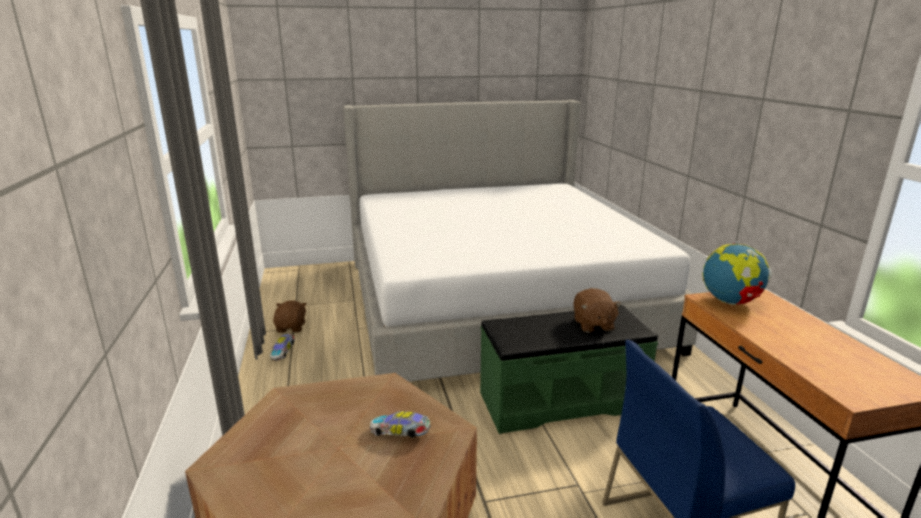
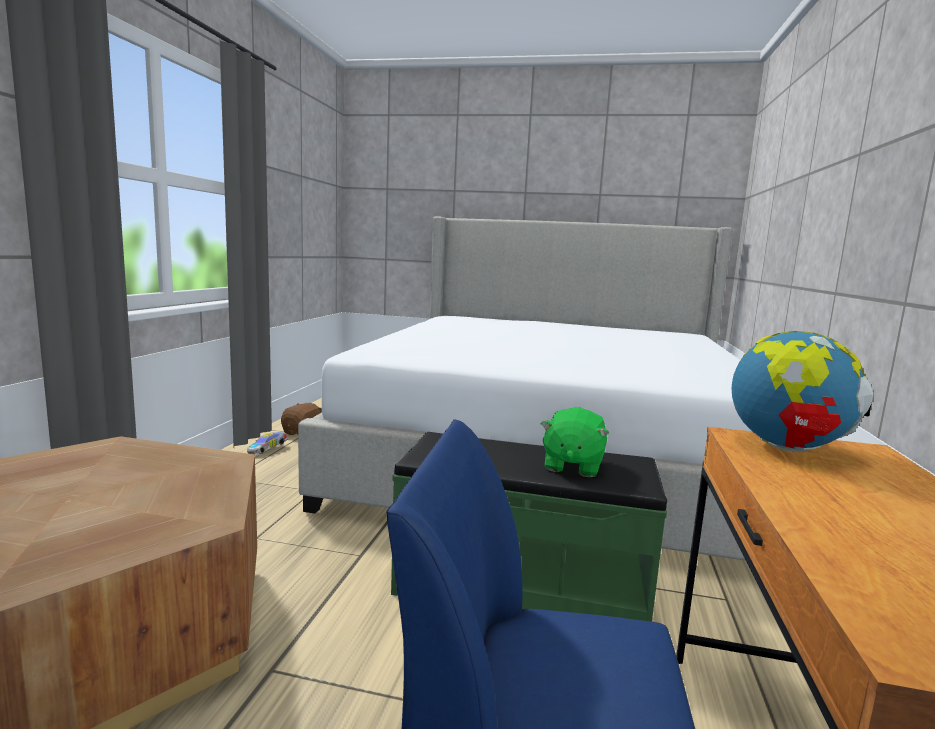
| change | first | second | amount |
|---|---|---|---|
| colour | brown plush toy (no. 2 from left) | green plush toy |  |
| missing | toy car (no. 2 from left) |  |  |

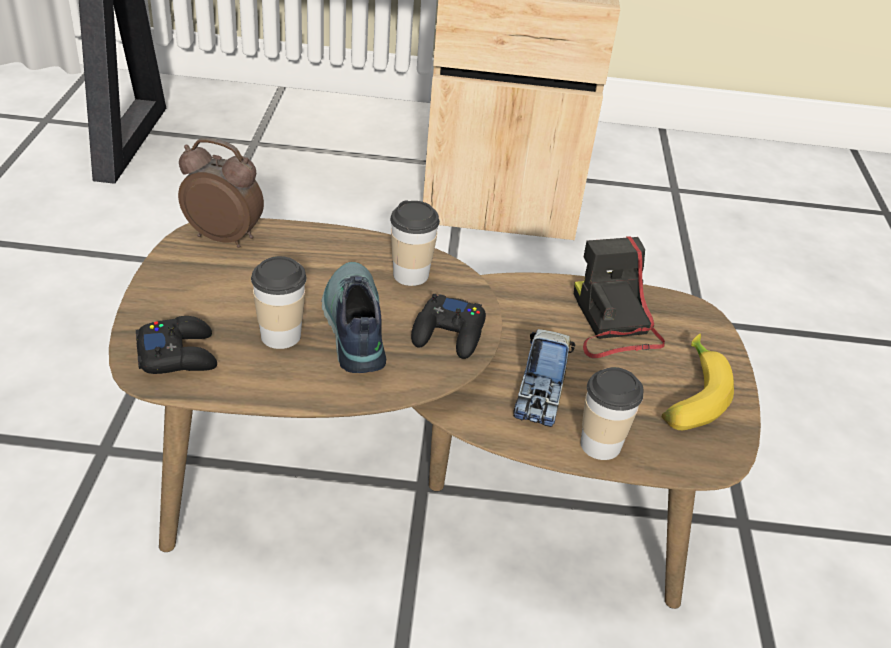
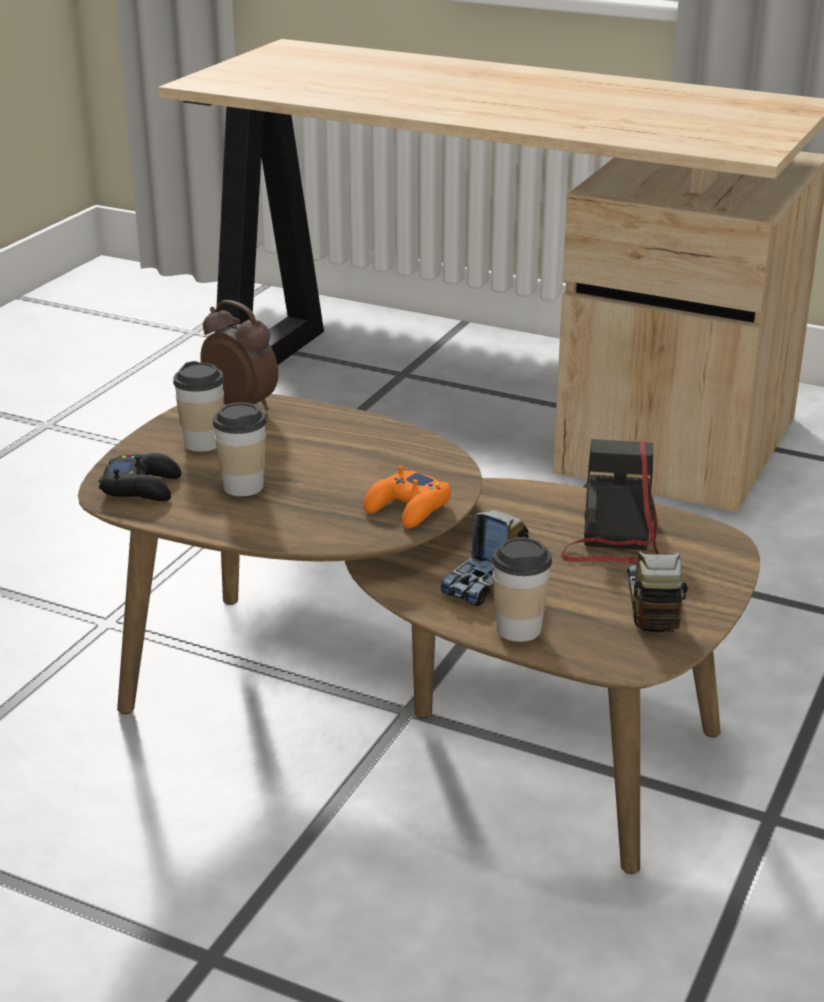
| change | first | second | amount |
|---|---|---|---|
| relocated | cup (no. 2 from left in the first image) | cup (no. 1 from left) |  |
| missing | shoe |  |  |
| colour | black game controller (no. 2 from left) | orange game controller |  |
| exchanged | banana | toy truck (no. 2 from left) |  |

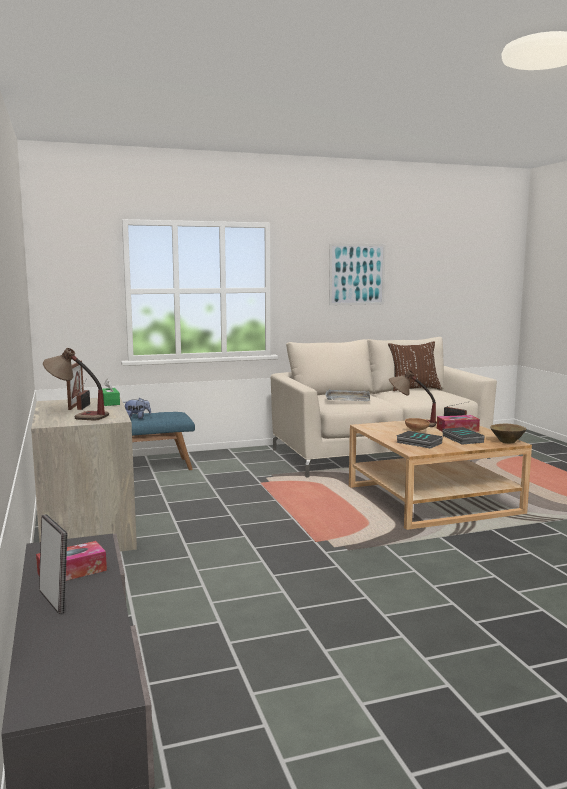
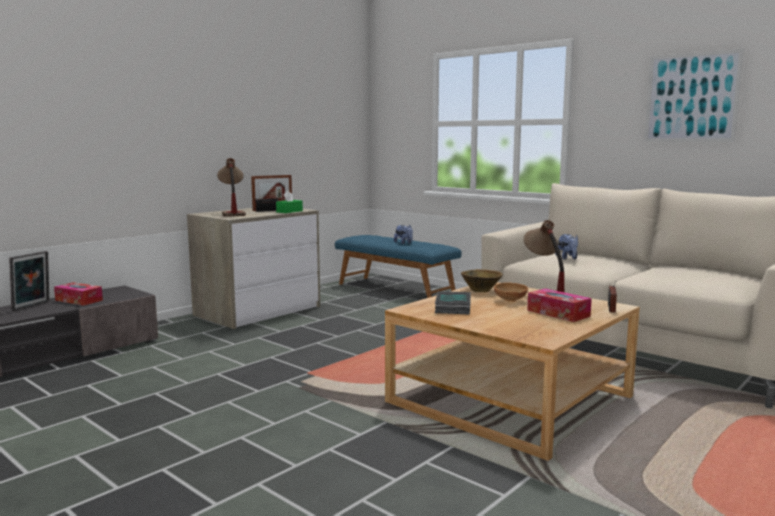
| change | first | second | amount |
|---|---|---|---|
| missing | brown pillow |  |  |
| exchanged | grey tray | plush toy (no. 2 from left) |  |
| relocated | brown bowl (no. 2 from left in the first image) | brown bowl (no. 1 from left) |  |
| missing | book (no. 2 from left) |  |  |

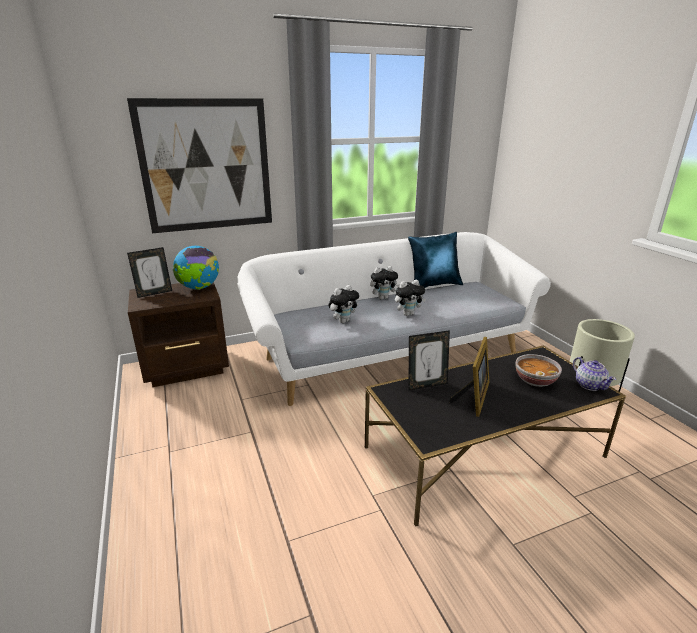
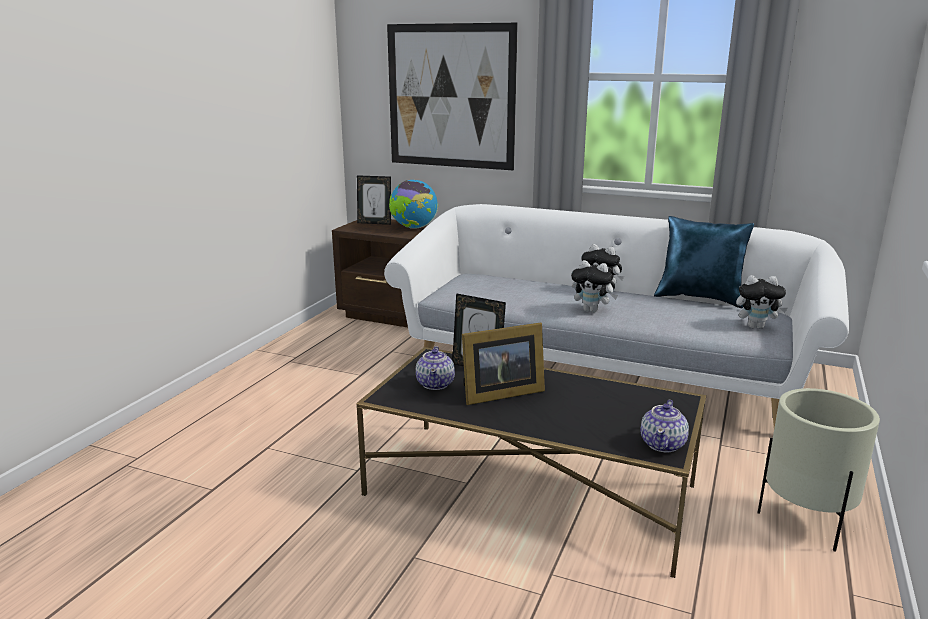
| change | first | second | amount |
|---|---|---|---|
| relocated | plush toy (no. 1 from left in the first image) | plush toy (no. 3 from left) |  |
| missing | bowl |  |  |
| appeared |  | teapot (no. 1 from left) |  |

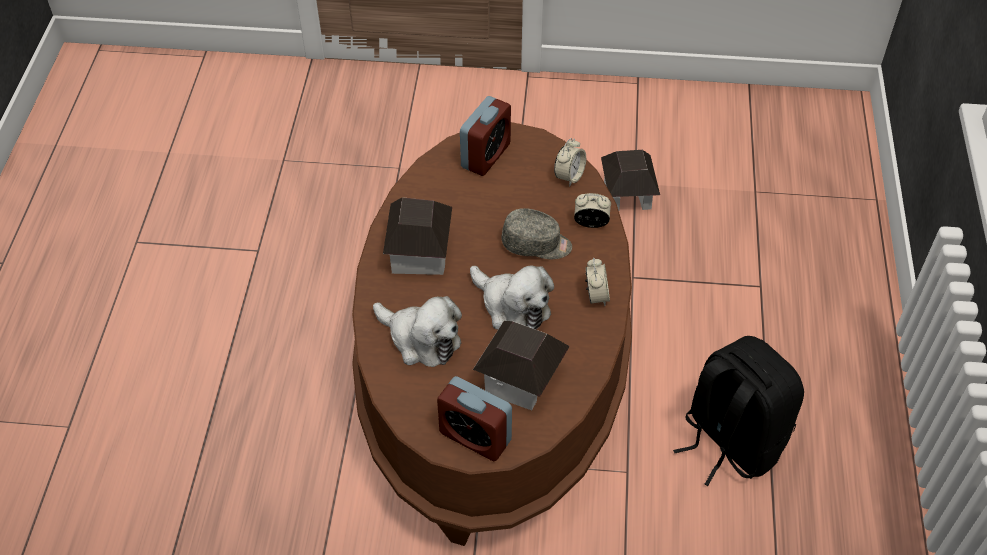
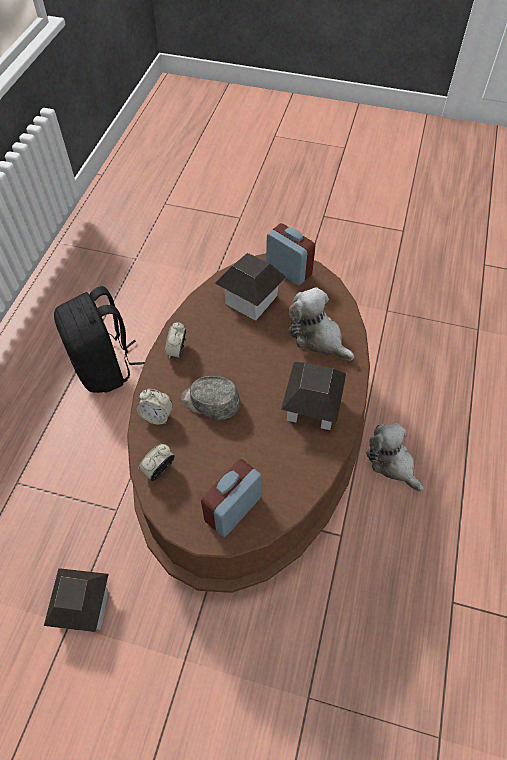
| change | first | second | amount |
|---|---|---|---|
| relocated | plush toy (no. 2 from left) |  |  |

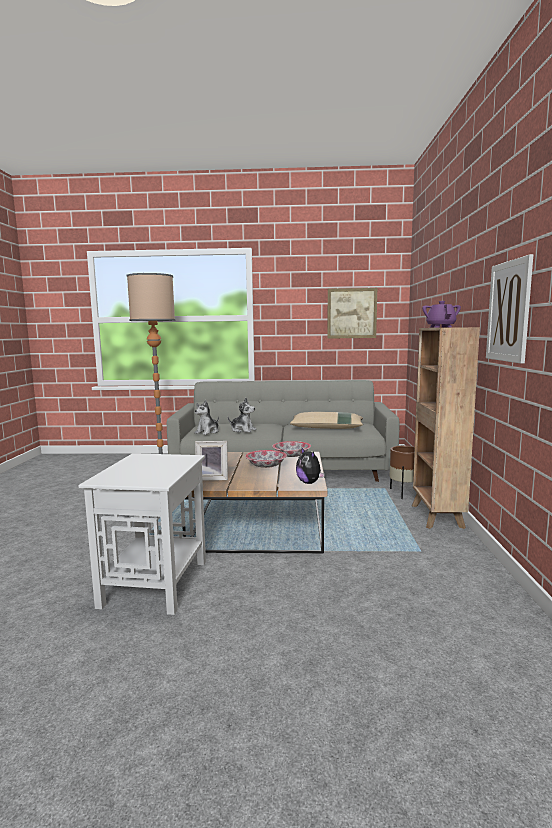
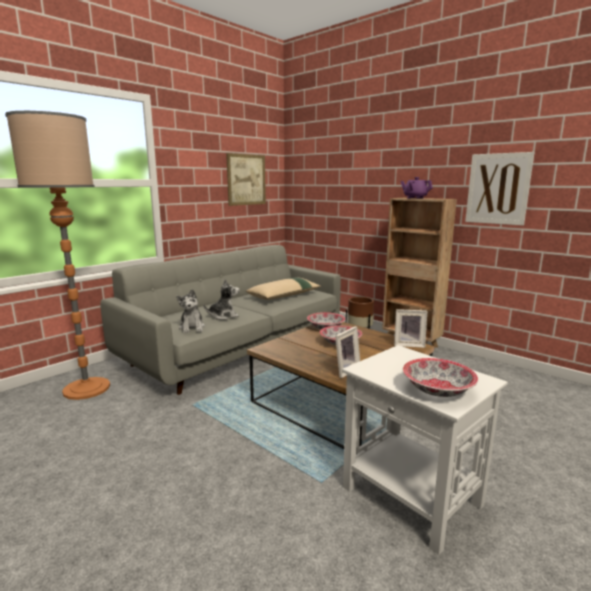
| change | first | second | amount |
|---|---|---|---|
| exchanged | plush toy (no. 3 from left) | picture frame (no. 2 from left) |  |
| appeared |  | bowl (no. 3 from left) |  |

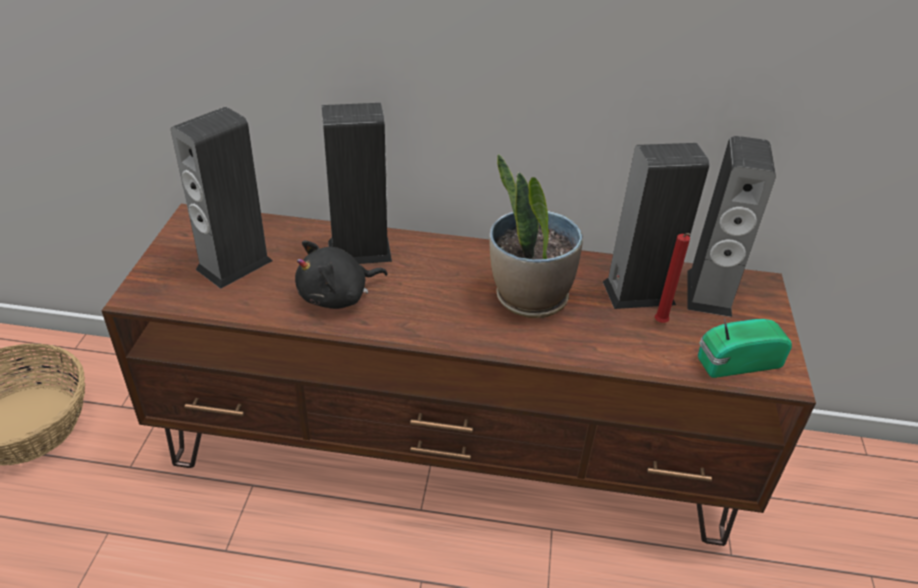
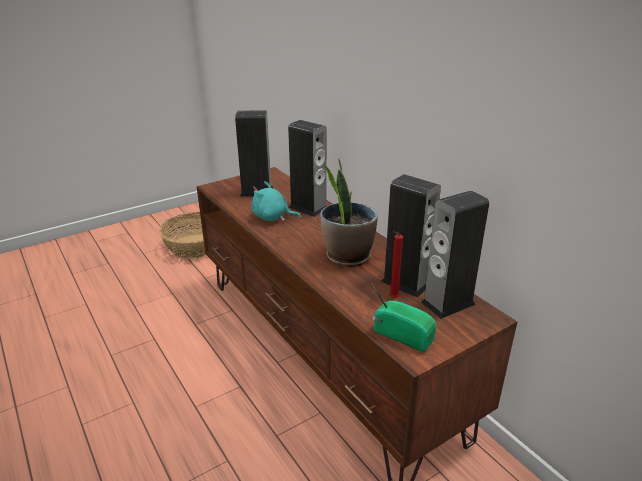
| change | first | second | amount |
|---|---|---|---|
| colour | black plush toy | turquoise plush toy |  |

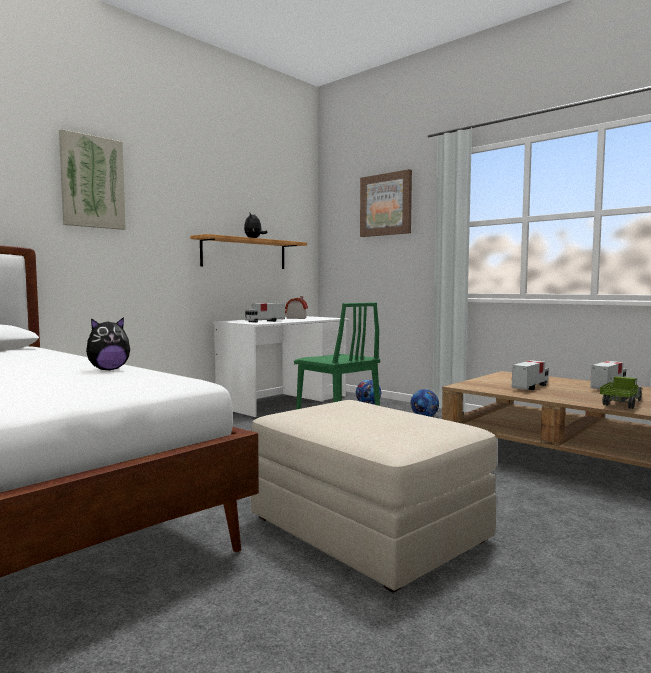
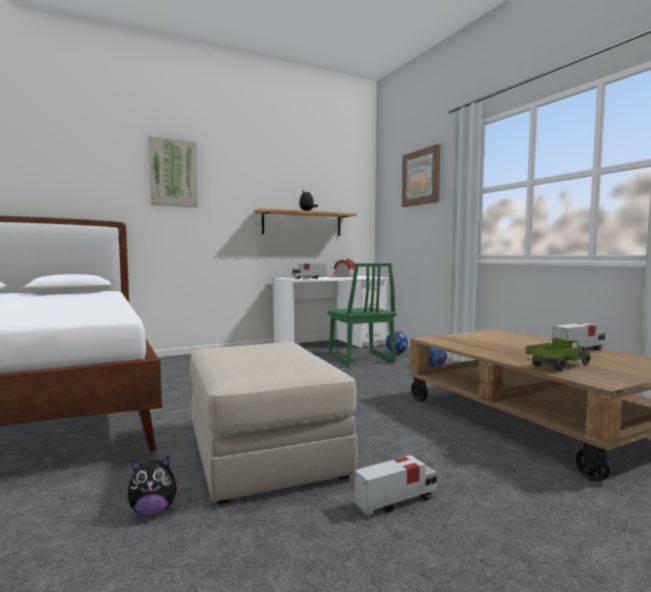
| change | first | second | amount |
|---|---|---|---|
| relocated | plush toy (no. 1 from left) |  |  |
| relocated | toy truck (no. 2 from left) |  |  |

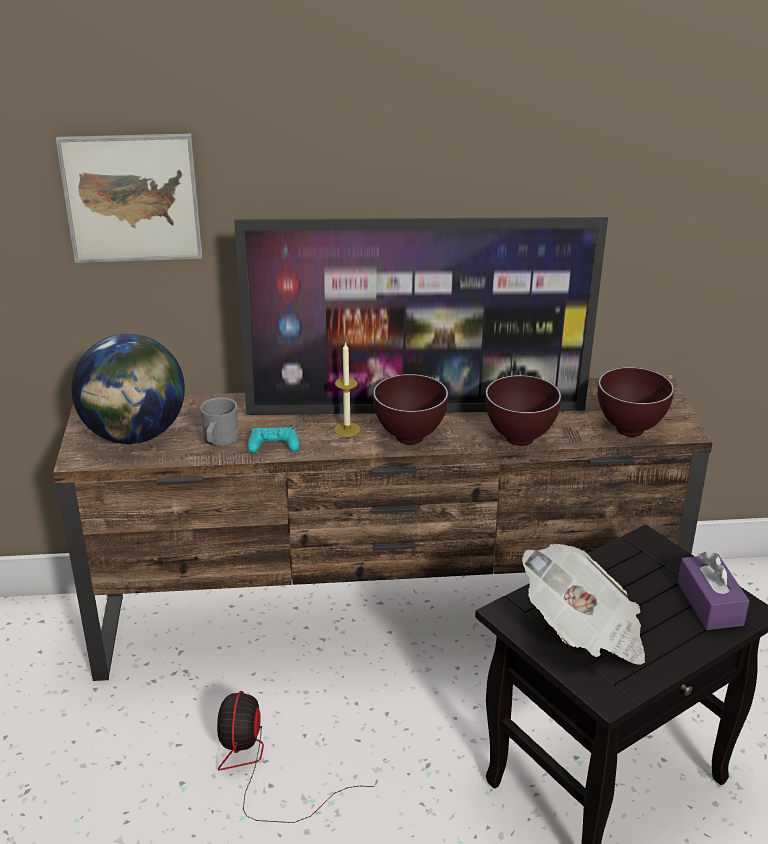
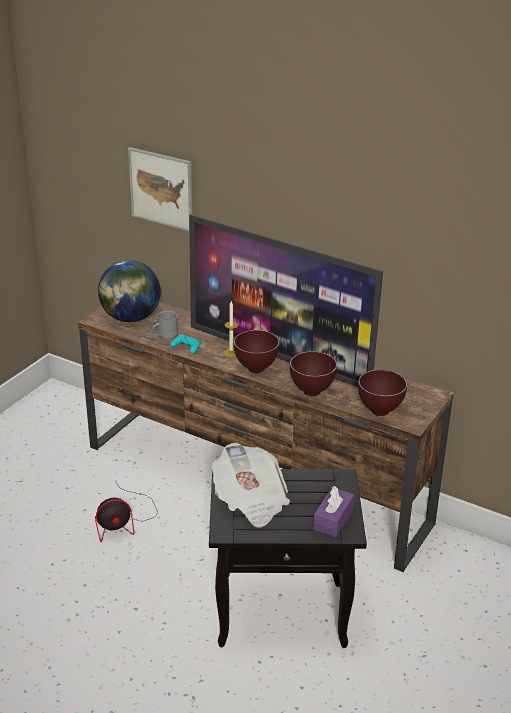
| change | first | second | amount |
|---|---|---|---|
| spun | fan |  | 150 degrees counterclockwise |

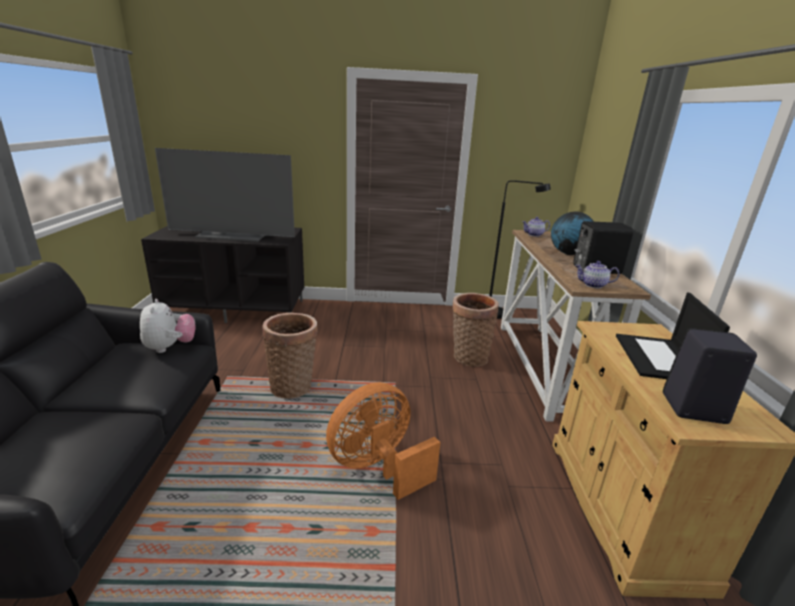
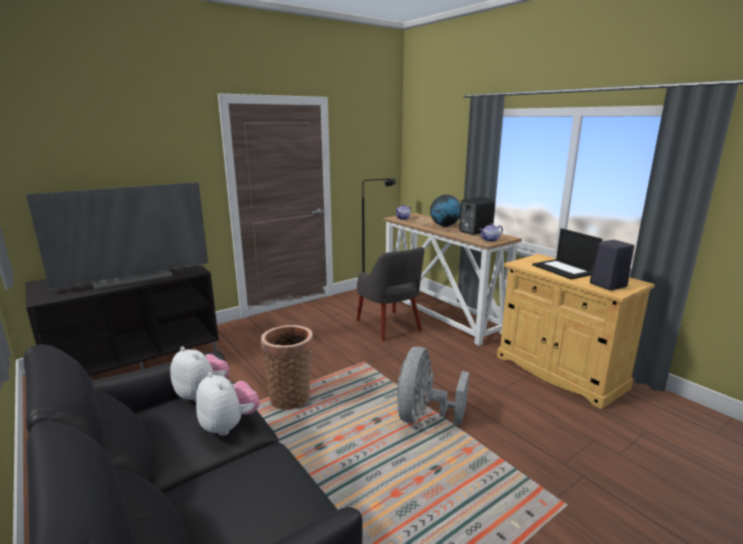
| change | first | second | amount |
|---|---|---|---|
| exchanged | basket (no. 2 from left) | grey armchair |  |
| colour | orange fan | grey fan |  |
| appeared |  | plush toy (no. 2 from left) |  |

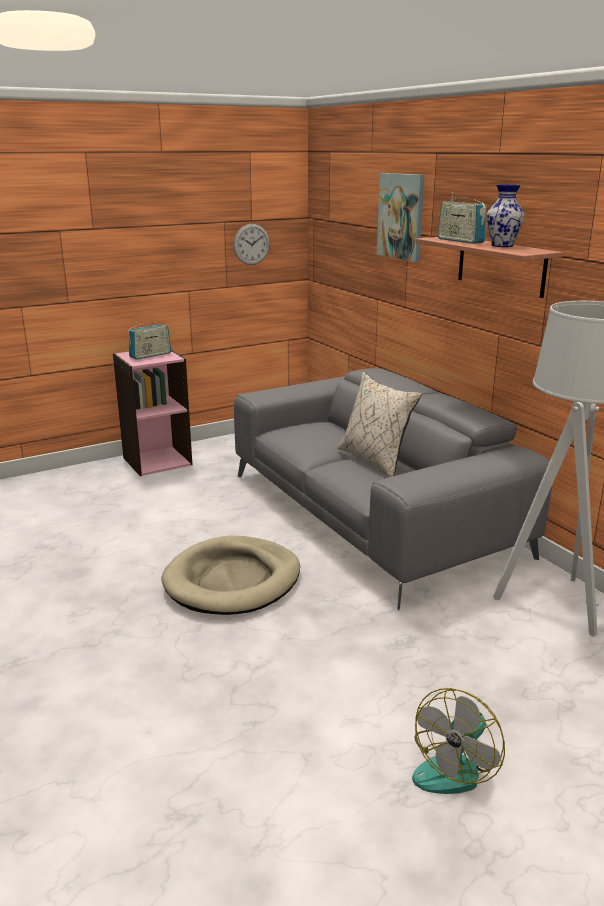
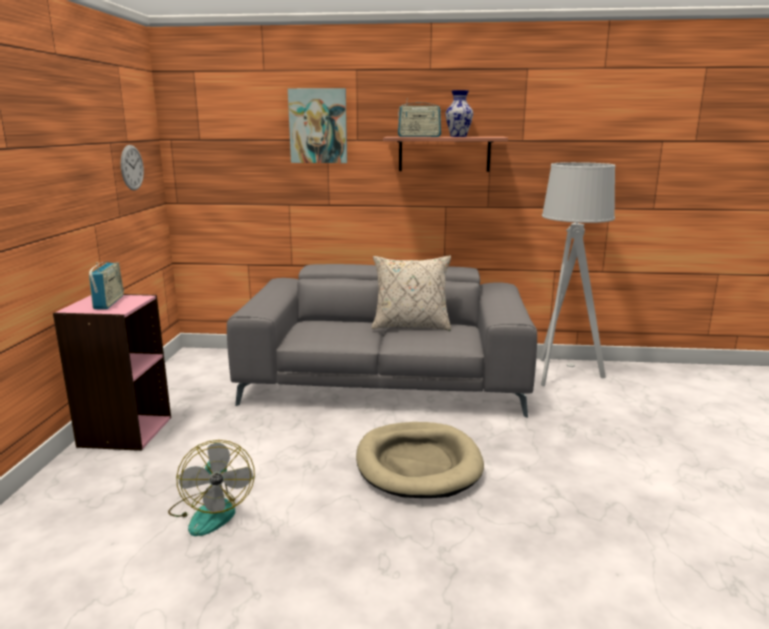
| change | first | second | amount |
|---|---|---|---|
| relocated | fan |  |  |

